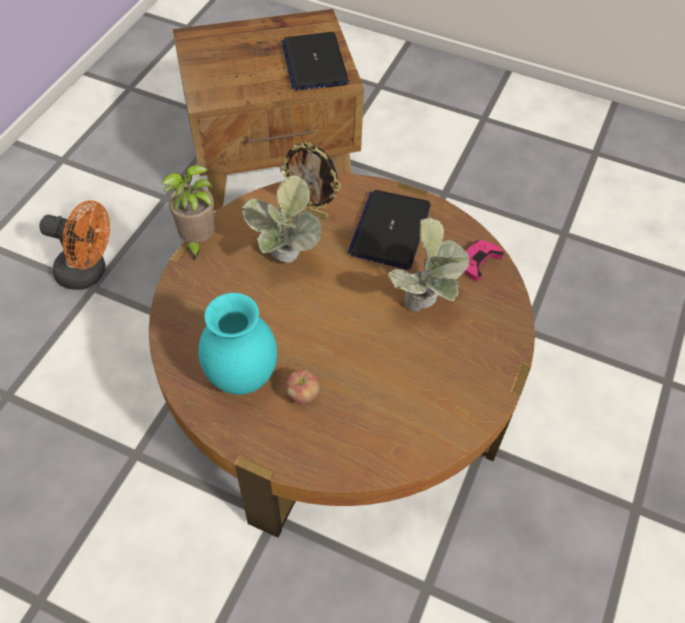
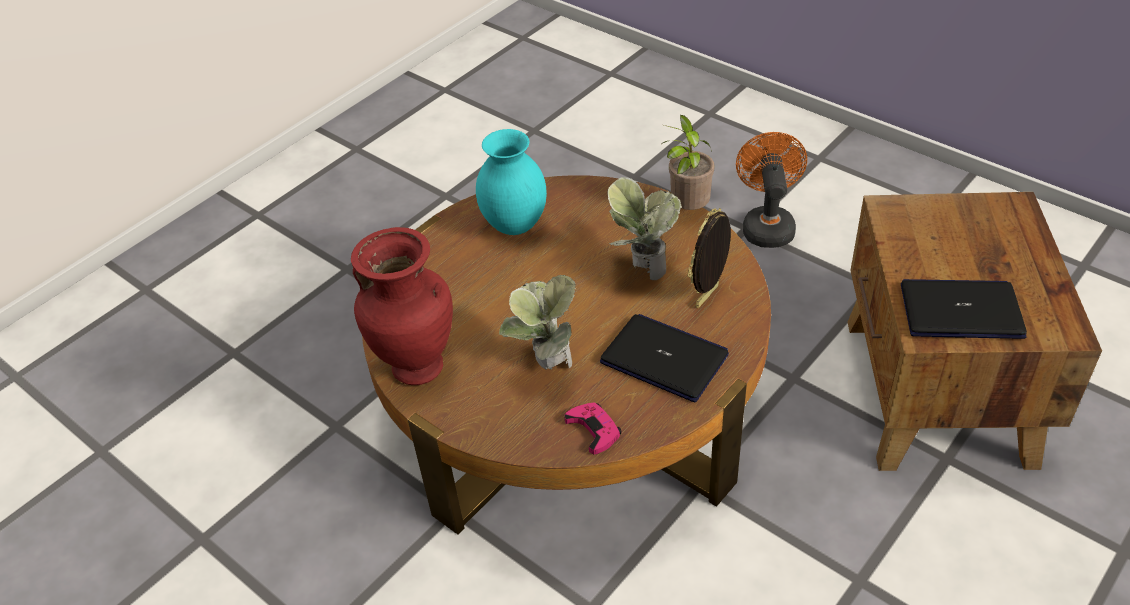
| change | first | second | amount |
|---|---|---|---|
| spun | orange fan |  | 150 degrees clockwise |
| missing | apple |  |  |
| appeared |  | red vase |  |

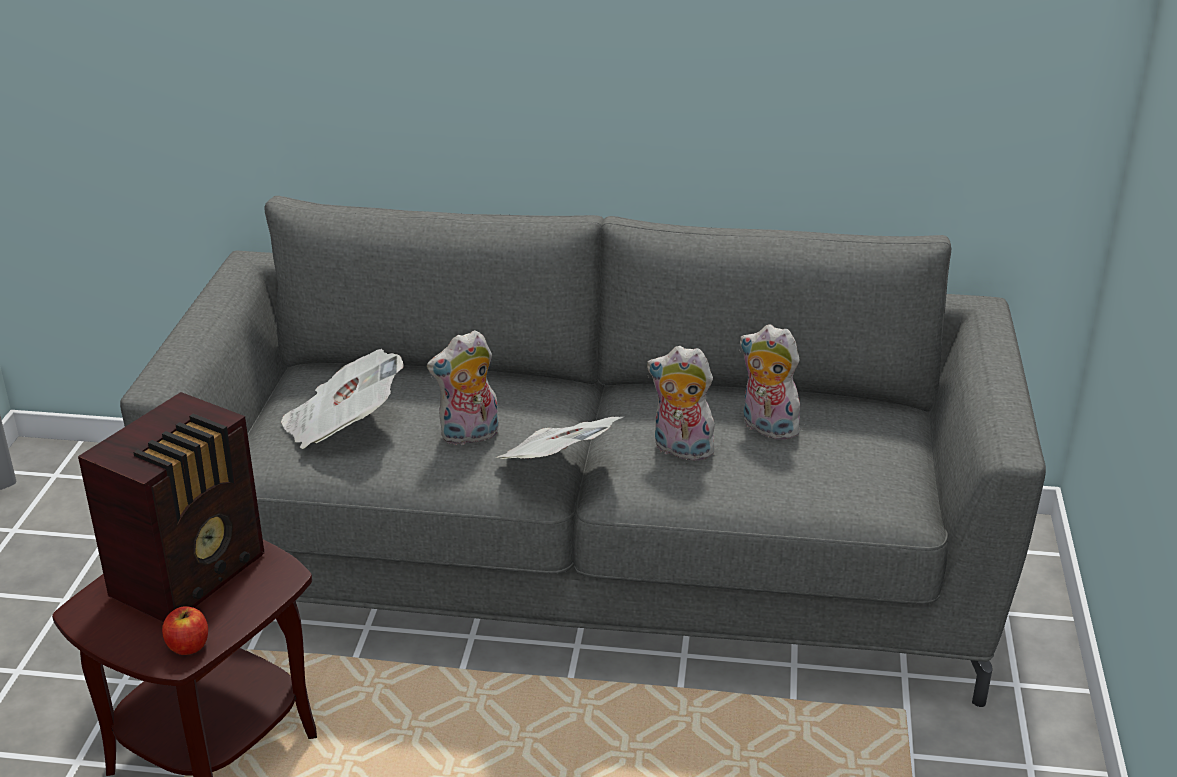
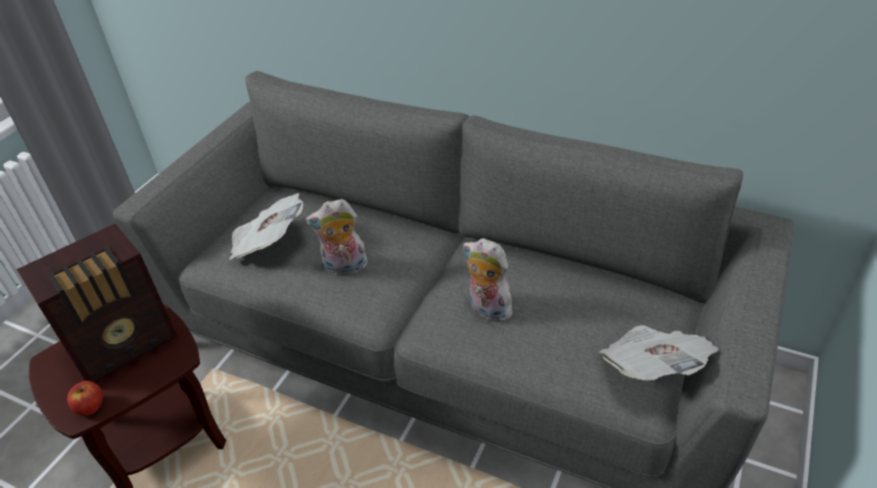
| change | first | second | amount |
|---|---|---|---|
| missing | plush toy (no. 3 from left) |  |  |
| relocated | newspaper (no. 2 from left) |  |  |

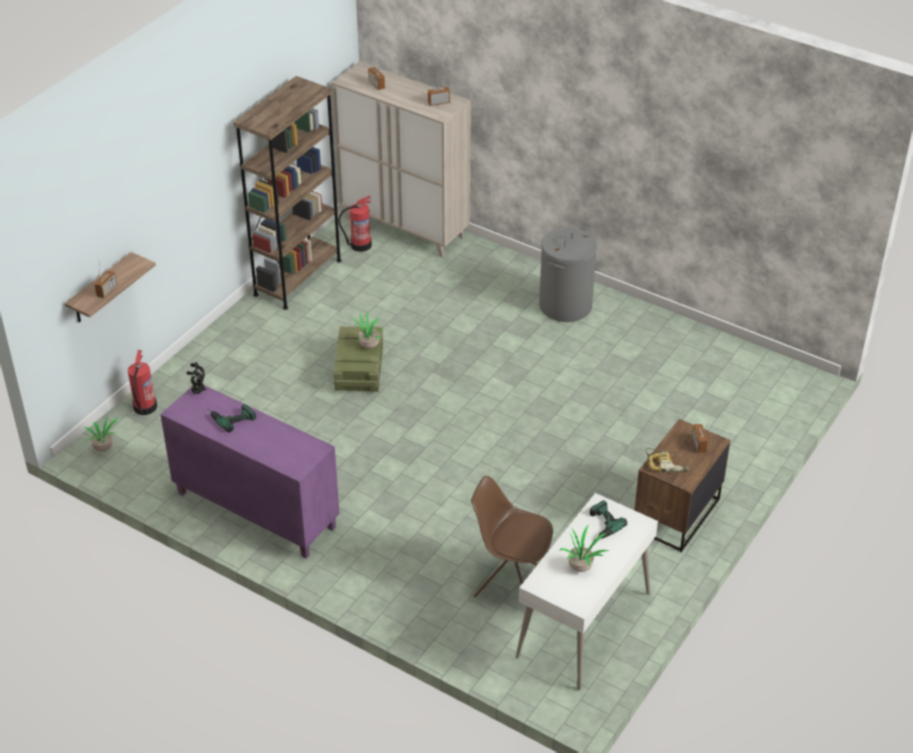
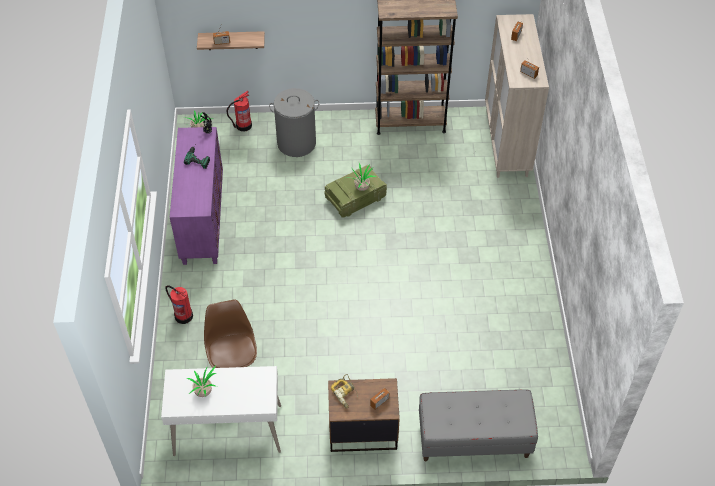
| change | first | second | amount |
|---|---|---|---|
| relocated | fire extinguisher (no. 2 from left in the first image) | fire extinguisher (no. 1 from left) |  |
| relocated | grey laundry basket |  |  |
| missing | power drill (no. 2 from left) |  |  |
| appeared |  | grey bench |  |

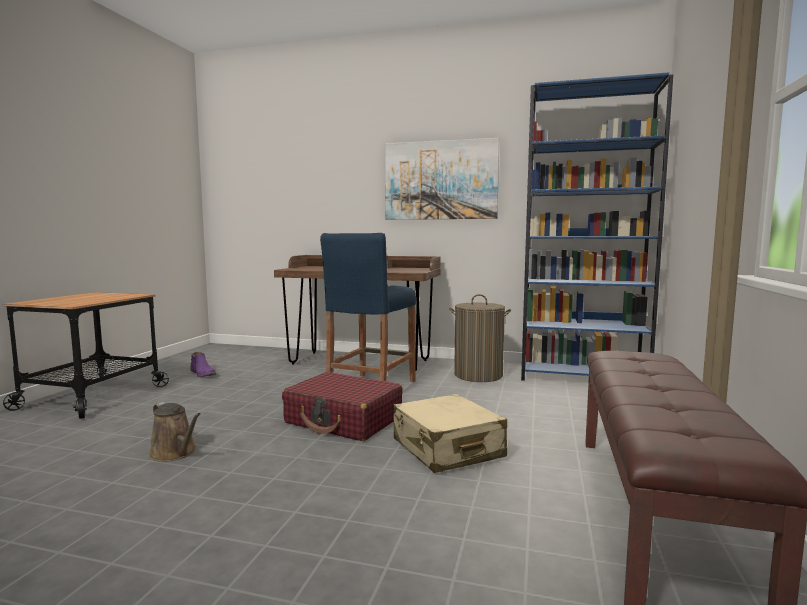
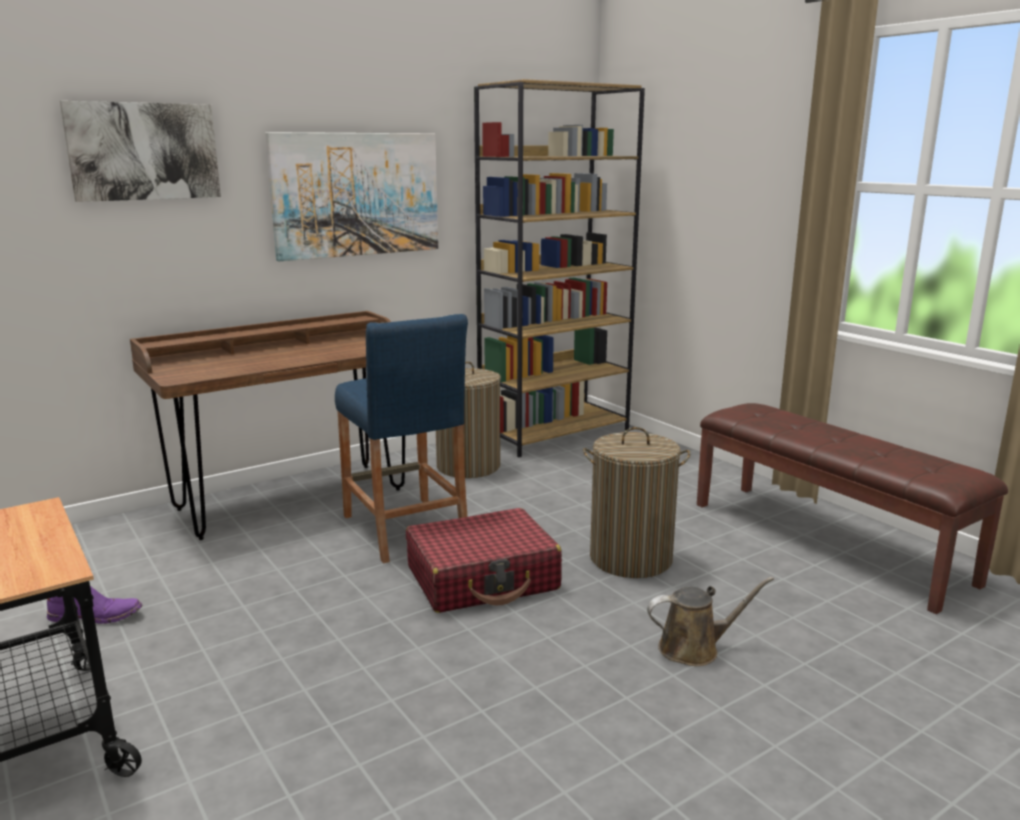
| change | first | second | amount |
|---|---|---|---|
| colour | blue bookcase | brown bookcase |  |
| exchanged | beige suitcase | laundry basket (no. 2 from left) |  |
| relocated | brown watering can |  |  |
| appeared |  | picture (no. 1 from left) |  |

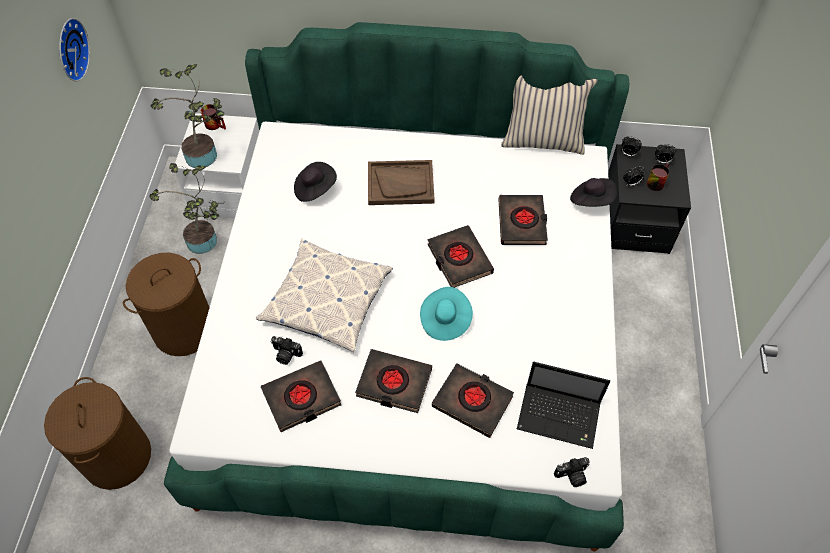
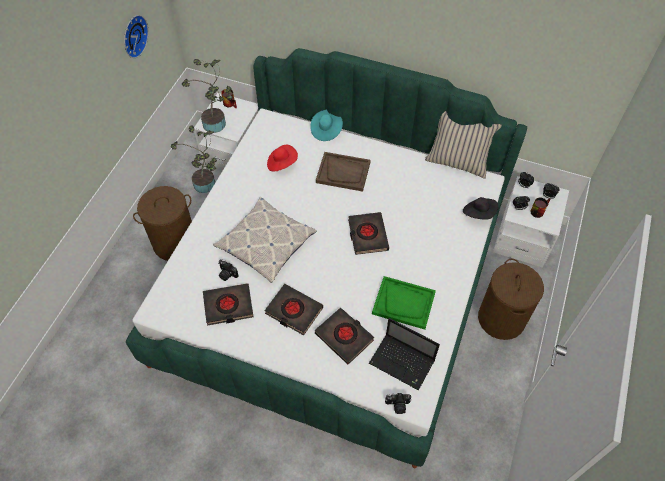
| change | first | second | amount |
|---|---|---|---|
| colour | black nightstand | white nightstand (no. 2 from left) |  |
| colour | black hat (no. 1 from left) | red hat |  |
| missing | black book (no. 5 from left) |  |  |
| relocated | turquoise hat |  |  |
| relocated | brown laundry basket (no. 1 from left in the first image) | brown laundry basket (no. 2 from left) |  |
| appeared |  | green tray |  |

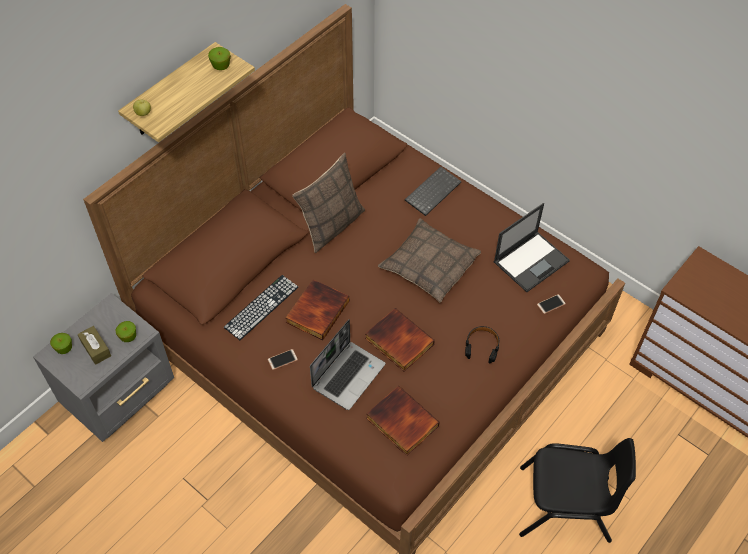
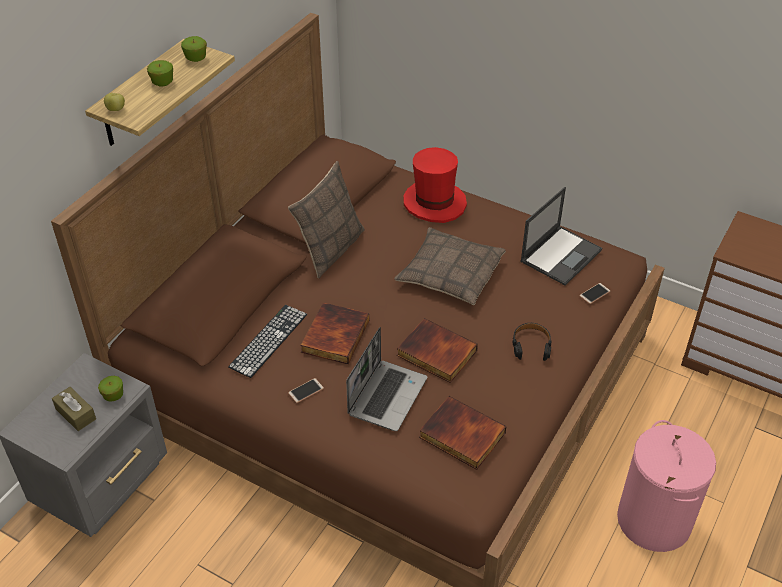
| change | first | second | amount |
|---|---|---|---|
| exchanged | keyboard (no. 2 from left) | red hat |  |
| relocated | apple (no. 1 from left in the first image) | apple (no. 3 from left) |  |
| exchanged | black chair | pink laundry basket |  |

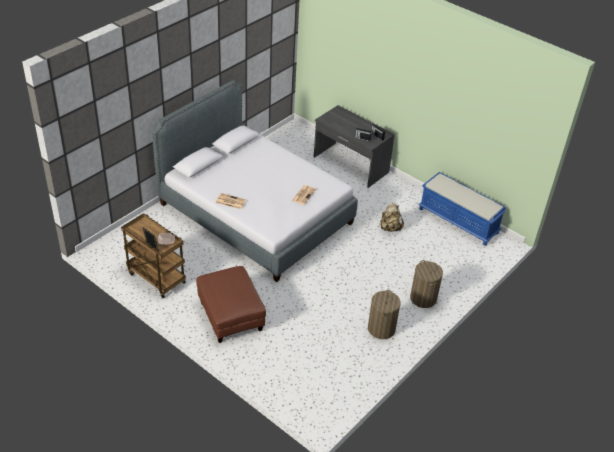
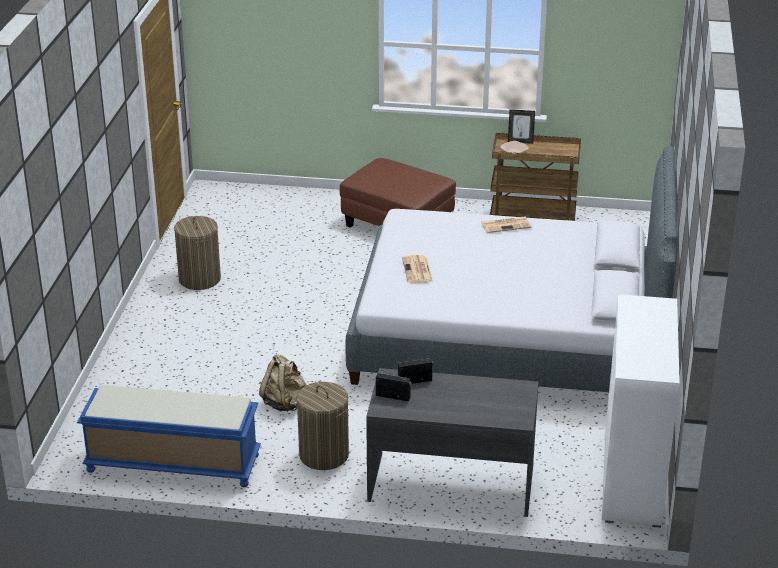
| change | first | second | amount |
|---|---|---|---|
| relocated | laundry basket (no. 2 from left) |  |  |
| appeared |  | white dresser |  |

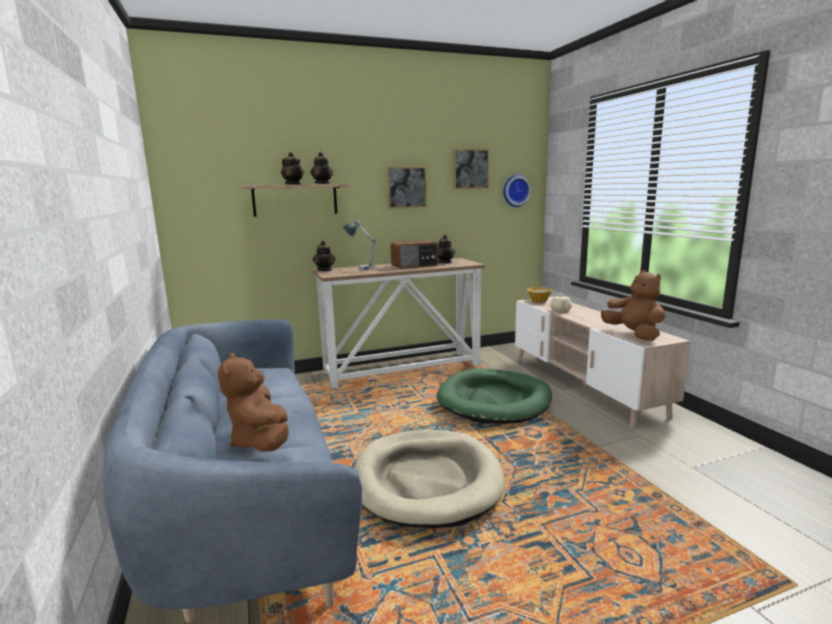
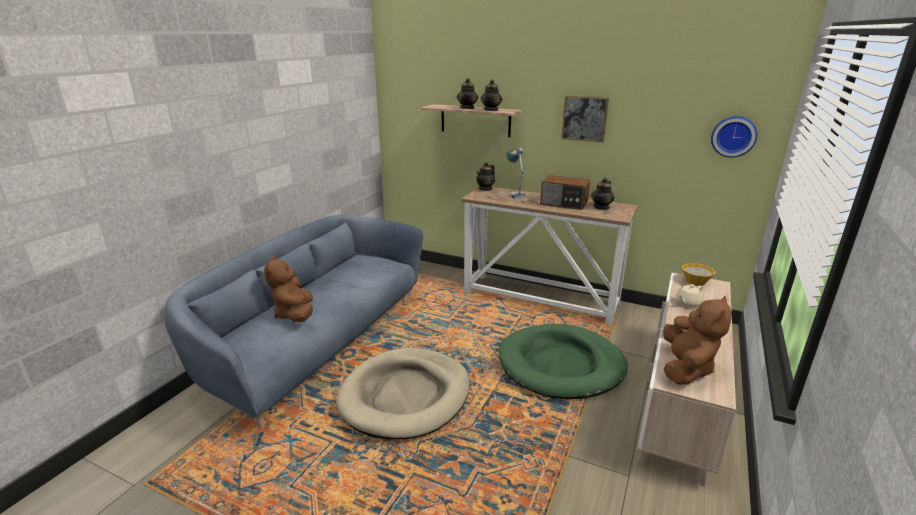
| change | first | second | amount |
|---|---|---|---|
| missing | picture (no. 2 from left) |  |  |
| spun | brown plush toy (no. 1 from left) |  | 45 degrees counterclockwise |

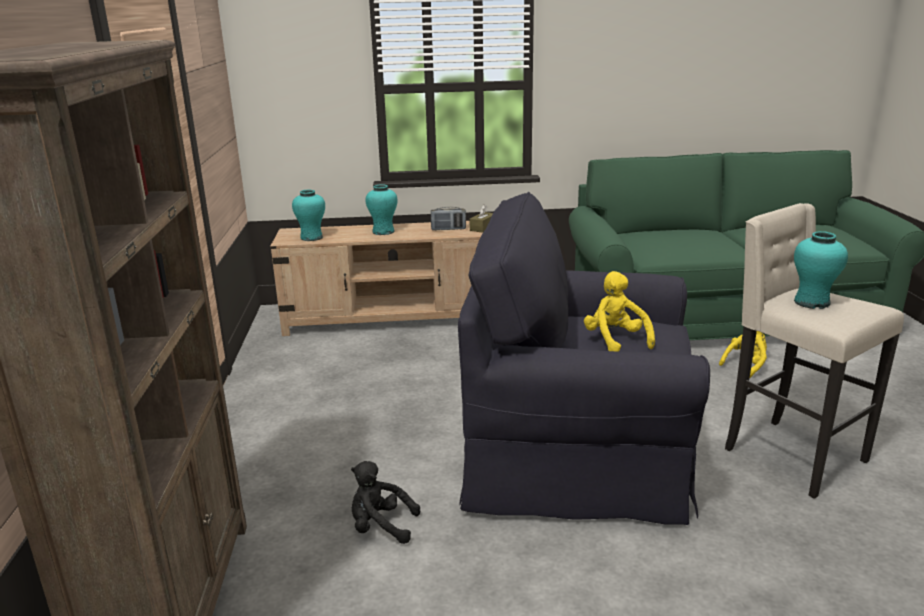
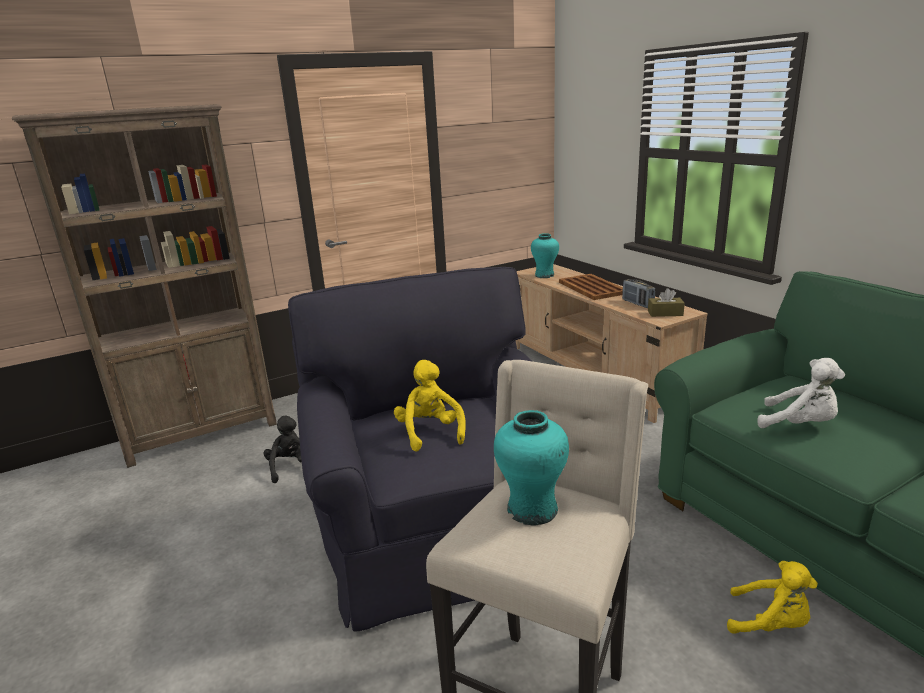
| change | first | second | amount |
|---|---|---|---|
| exchanged | turquoise vase (no. 2 from left) | brown tray |  |
| spun | yellow plush toy (no. 1 from left) |  | 60 degrees counterclockwise |
| appeared |  | white plush toy |  |

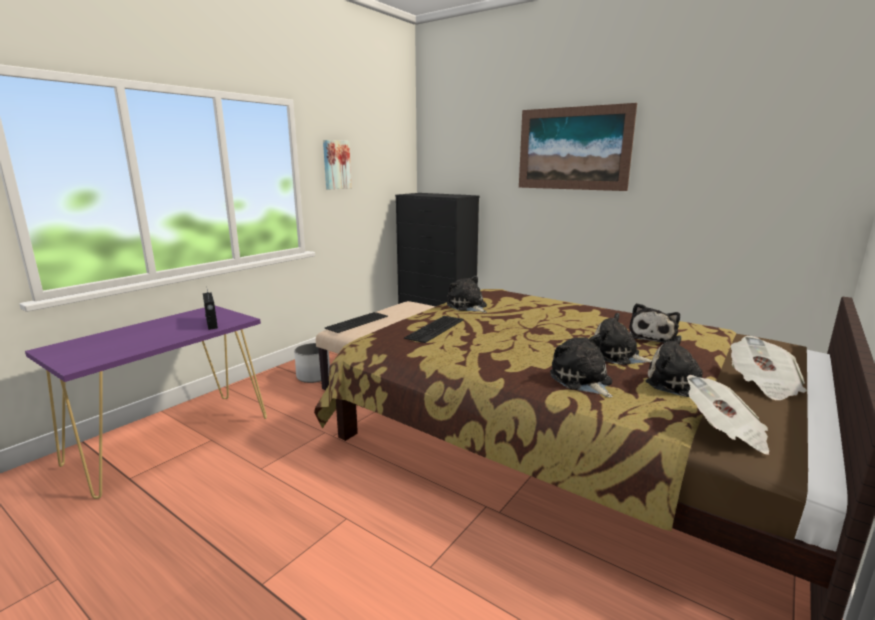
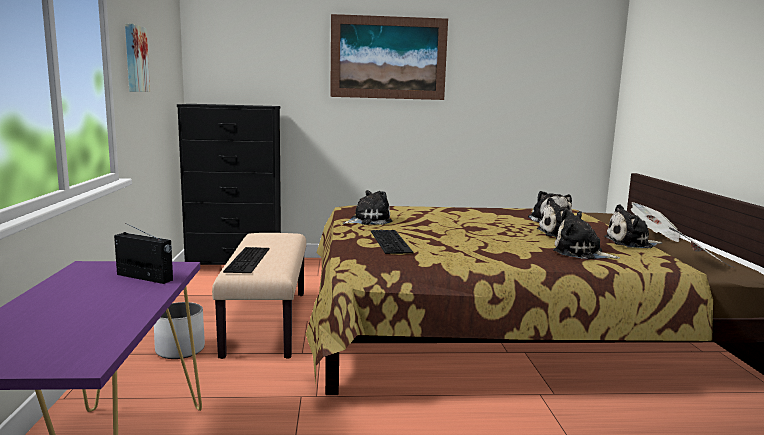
| change | first | second | amount |
|---|---|---|---|
| spun | plush toy (no. 1 from left) |  | 135 degrees clockwise |

